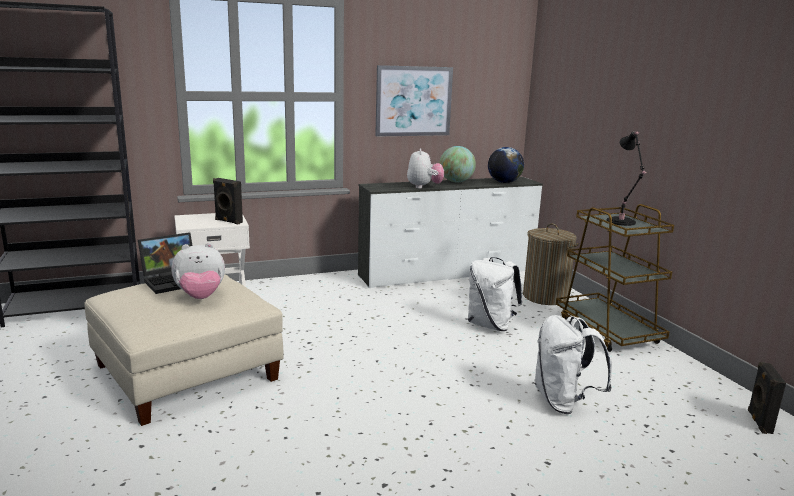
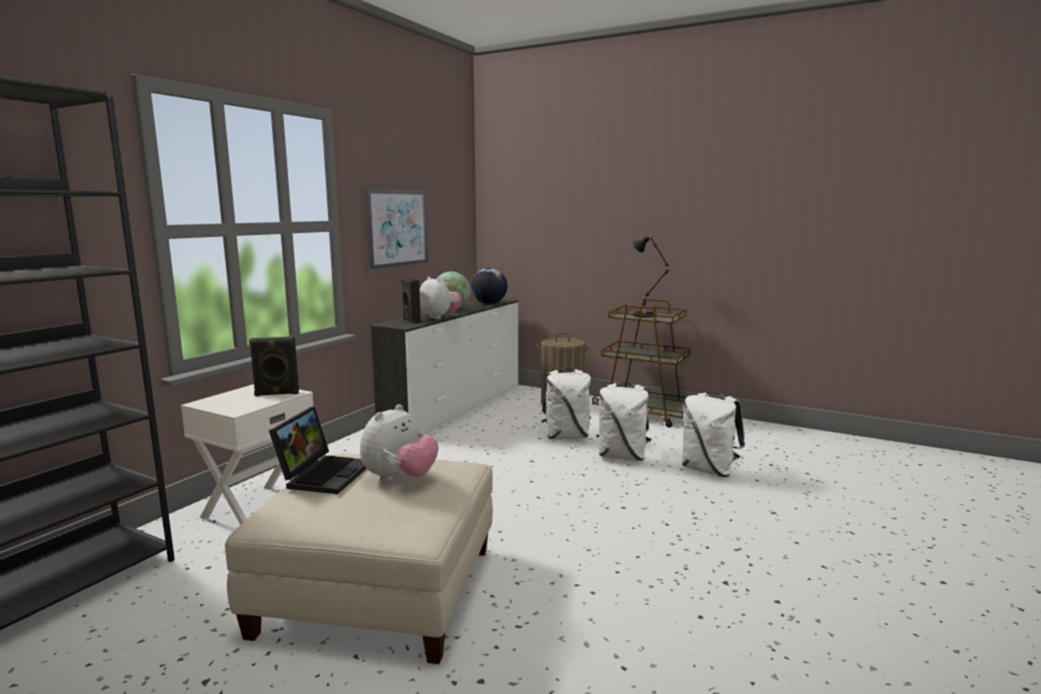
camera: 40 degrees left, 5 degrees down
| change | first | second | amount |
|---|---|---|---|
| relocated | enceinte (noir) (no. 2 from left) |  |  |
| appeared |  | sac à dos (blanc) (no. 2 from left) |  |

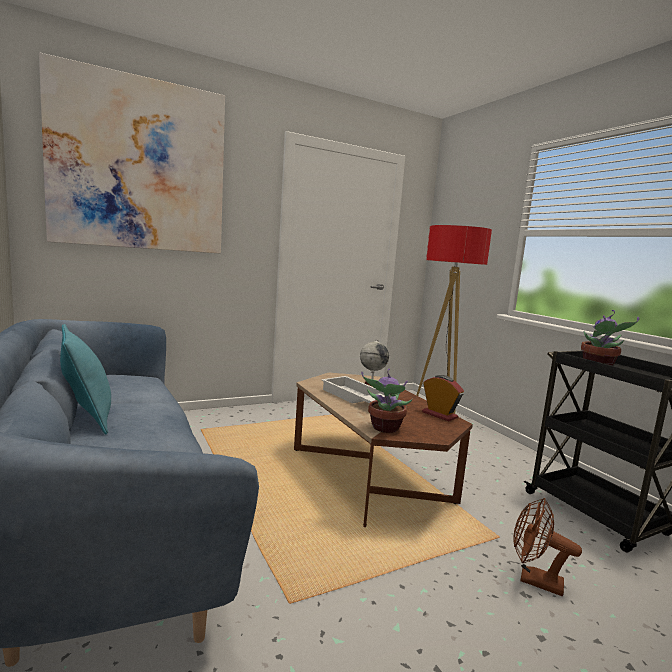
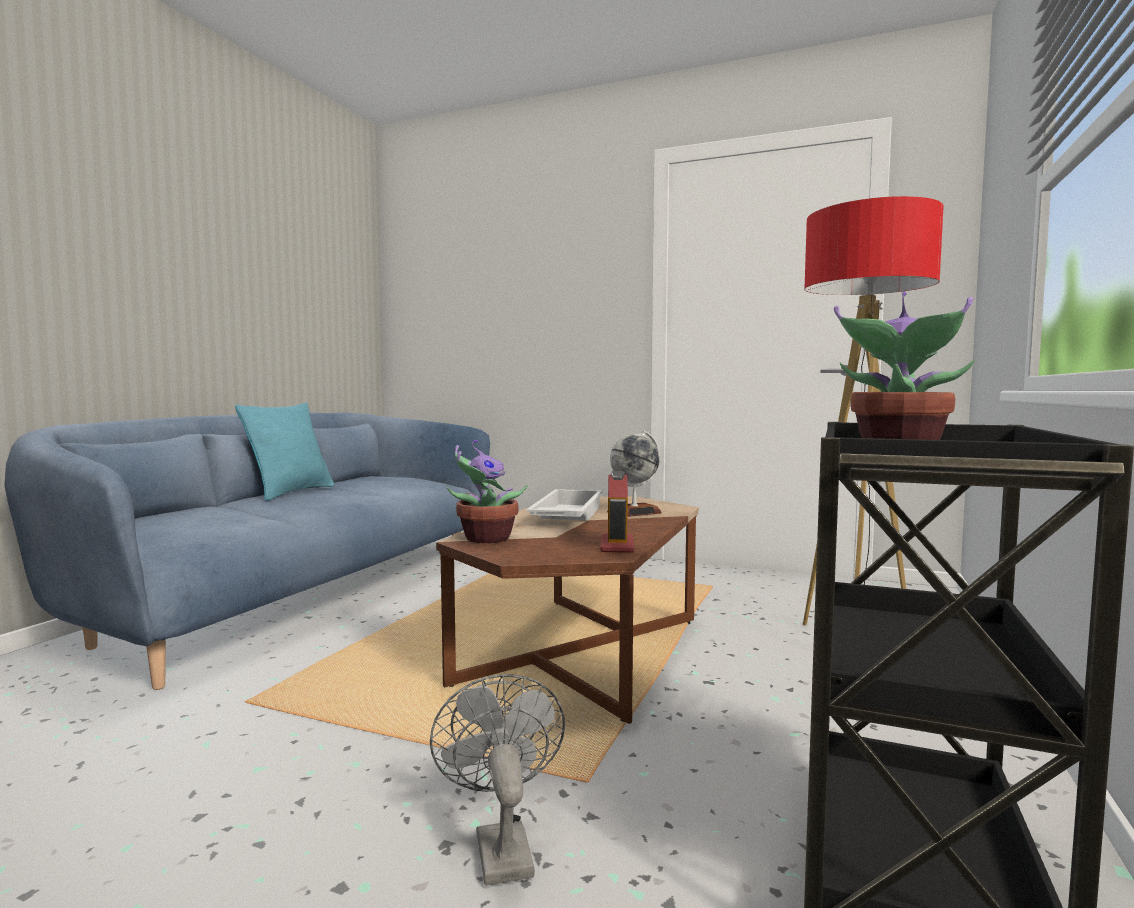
camera: 50 degrees right, 5 degrees down
| change | first | second | amount |
|---|---|---|---|
| missing | tableau |  |  |
| colour | ventilateur (marron) | ventilateur (gris) |  |

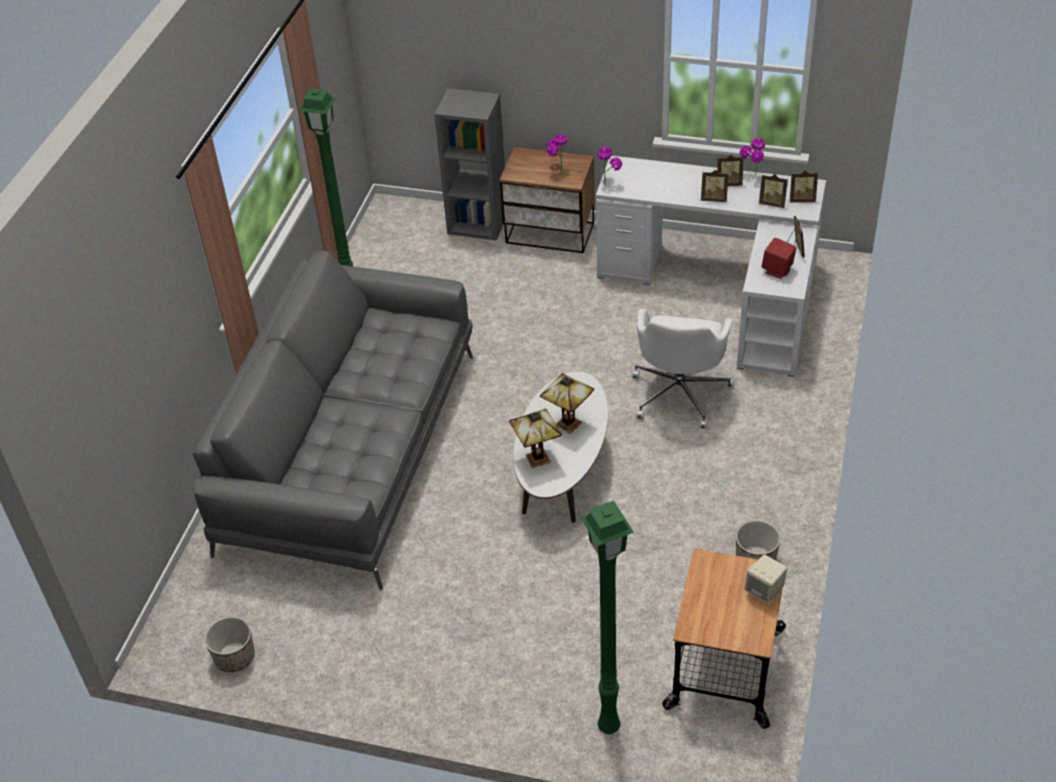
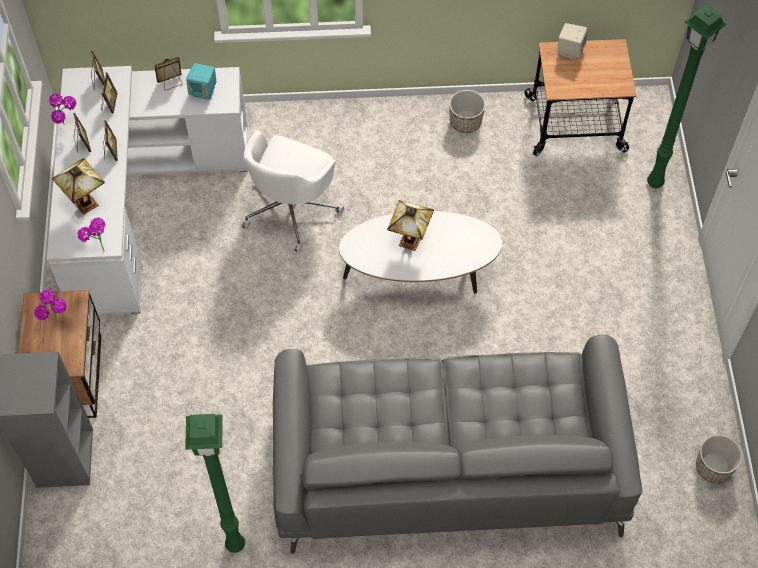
camera: 110 degrees left, 15 degrees up
| change | first | second | amount |
|---|---|---|---|
| relocated | lampe de table (no. 1 from left) |  |  |
| spun | chaise de bureau (blanc) |  | 120 degrees clockwise |
| colour | enceinte (rouge) | enceinte (turquoise) |  |

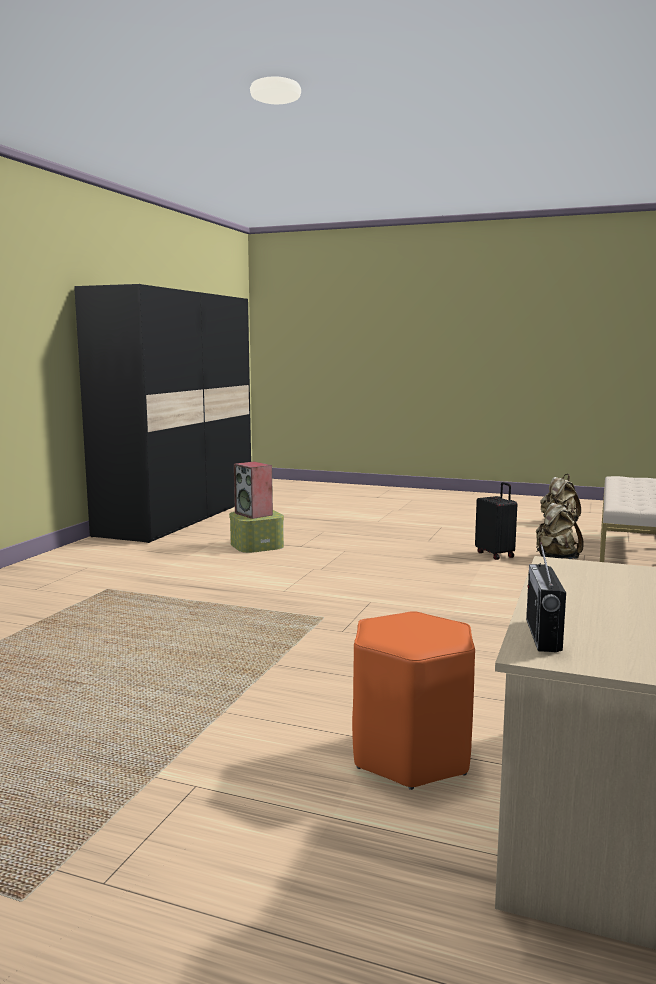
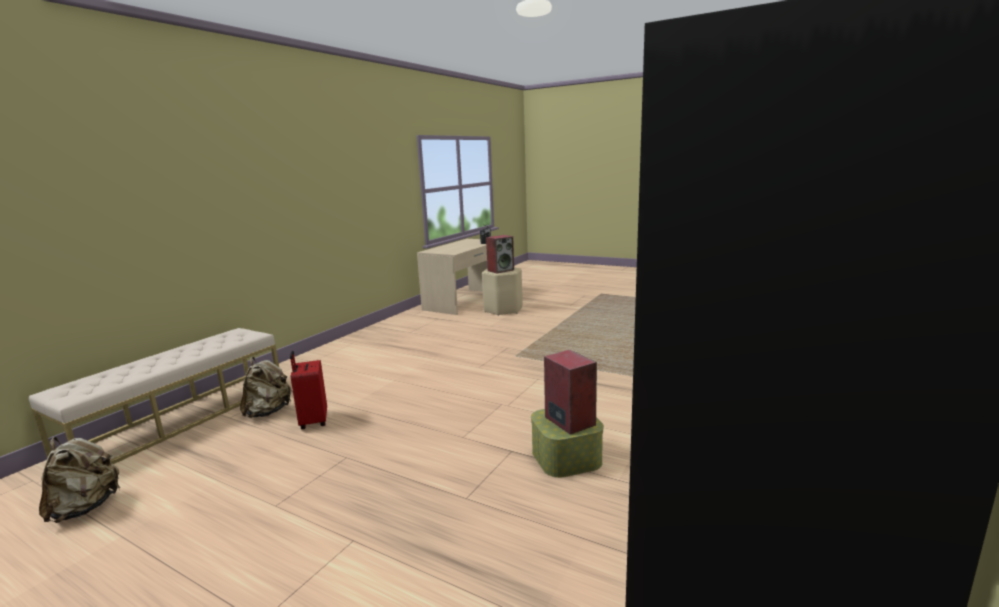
camera: 170 degrees left, 5 degrees up
| change | first | second | amount |
|---|---|---|---|
| colour | tabouret (orange) | tabouret (beige) |  |
| colour | valise (noir) | valise (rouge) |  |
| appeared |  | enceinte (no. 1 from left) |  |

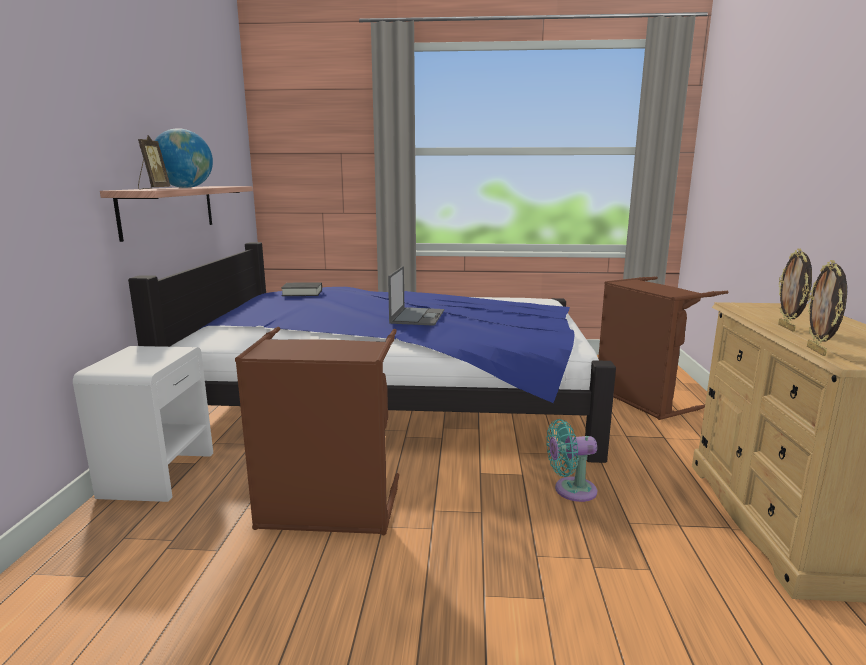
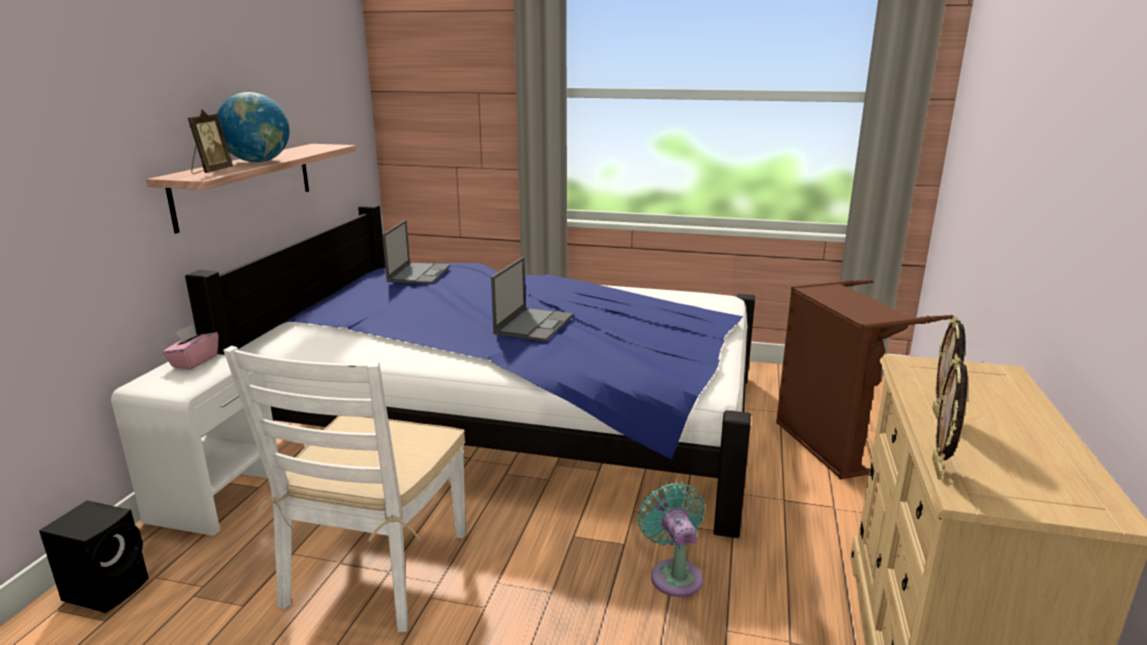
camera: 10 degrees right, 5 degrees up
| change | first | second | amount |
|---|---|---|---|
| exchanged | panier à linge (marron) (no. 1 from left) | chaise (blanc) |  |
| exchanged | livre (noir) | ordinateur portable (no. 1 from left) |  |
| spun | ventilateur (turquoise) |  | 75 degrees clockwise |
| appeared |  | enceinte (noir) |  |
| appeared |  | boîte à mouchoirs (rose) |  |

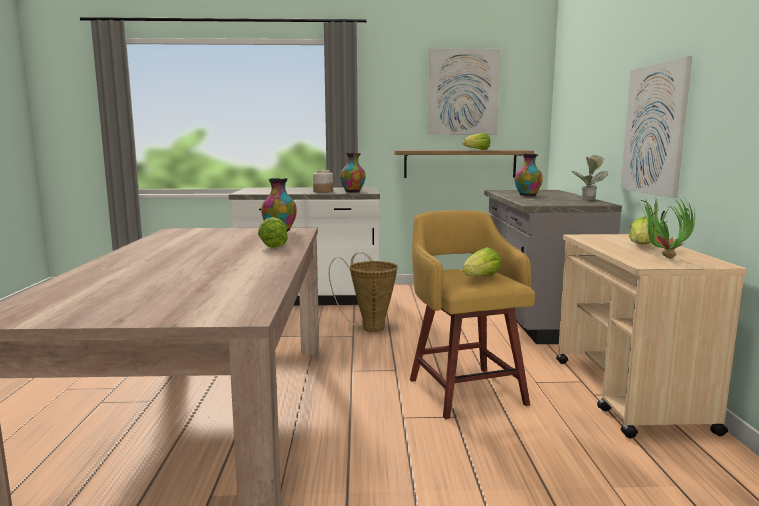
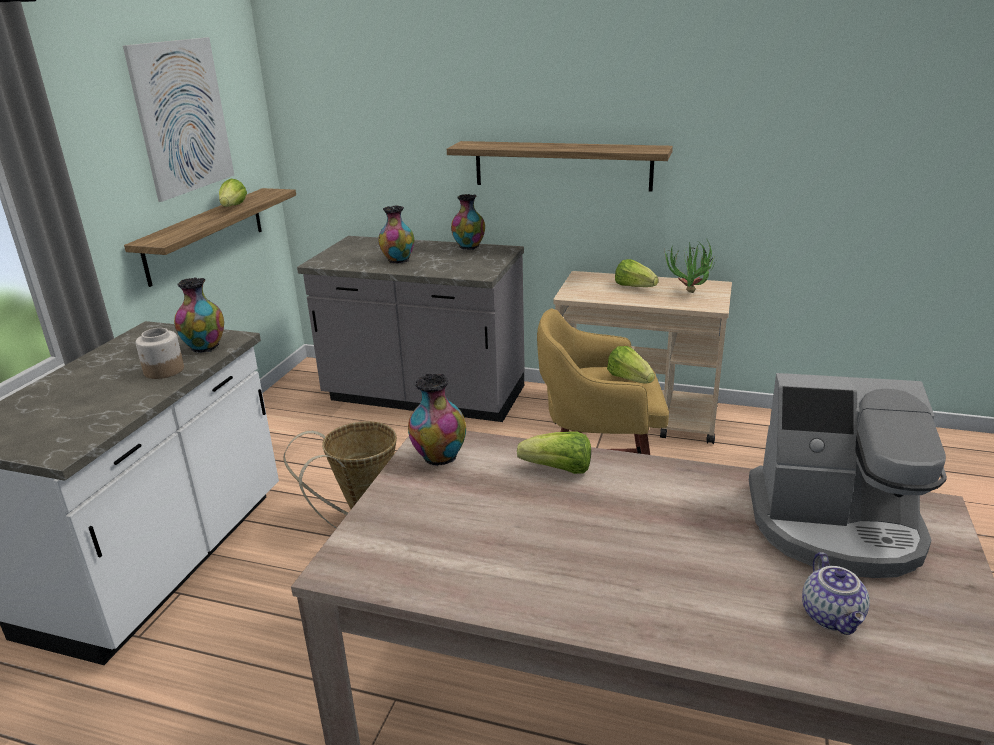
camera: 70 degrees left, 15 degrees up
| change | first | second | amount |
|---|---|---|---|
| exchanged | plante en pot (no. 1 from left) | vase (no. 4 from left) |  |
| exchanged | tableau (no. 2 from left) | étagère (no. 2 from left) |  |
| appeared |  | machine à café |  |
| appeared |  | théière |  |

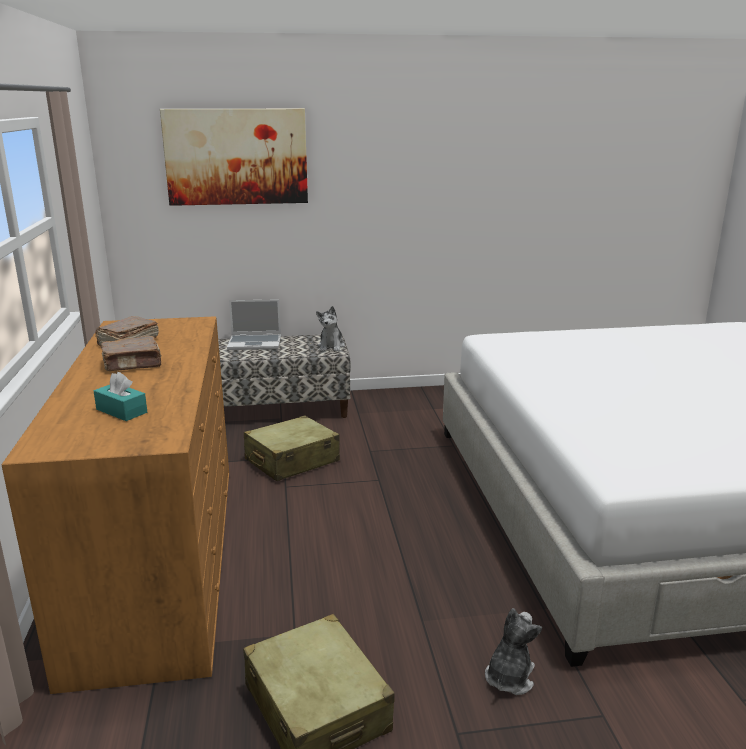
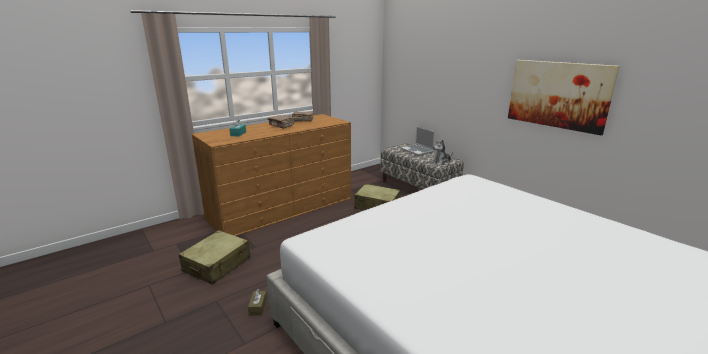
camera: 60 degrees right, 0 degrees up
| change | first | second | amount |
|---|---|---|---|
| relocated | tableau |  |  |
| exchanged | peluche (no. 2 from left) | boîte à mouchoirs (marron) |  |

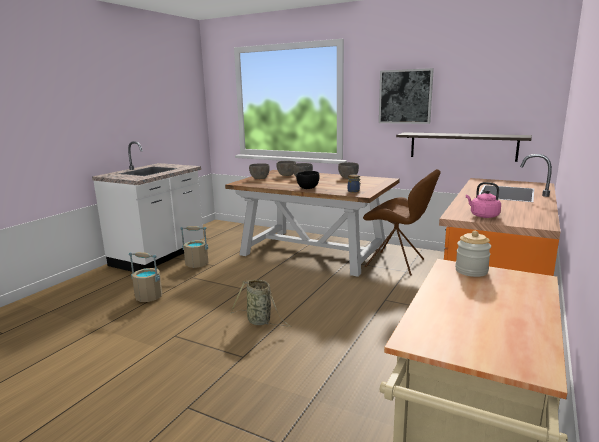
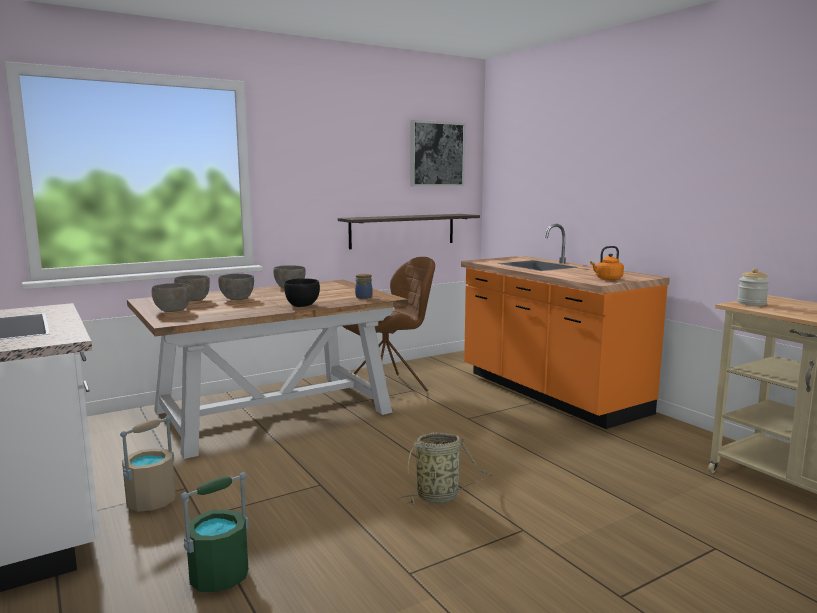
camera: 60 degrees left, 5 degrees down
| change | first | second | amount |
|---|---|---|---|
| colour | seau (beige) (no. 1 from left) | seau (vert) |  |
| relocated | tableau |  |  |
| colour | bouilloire (rose) | bouilloire (orange) |  |

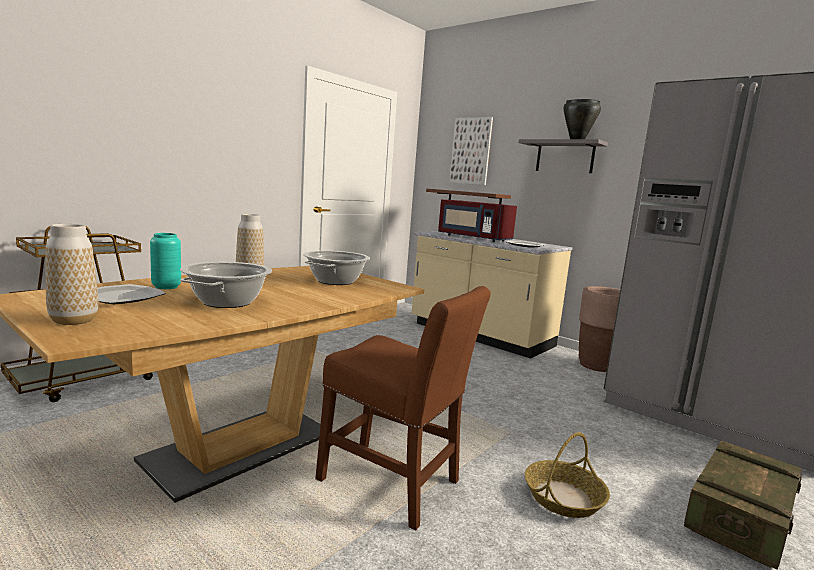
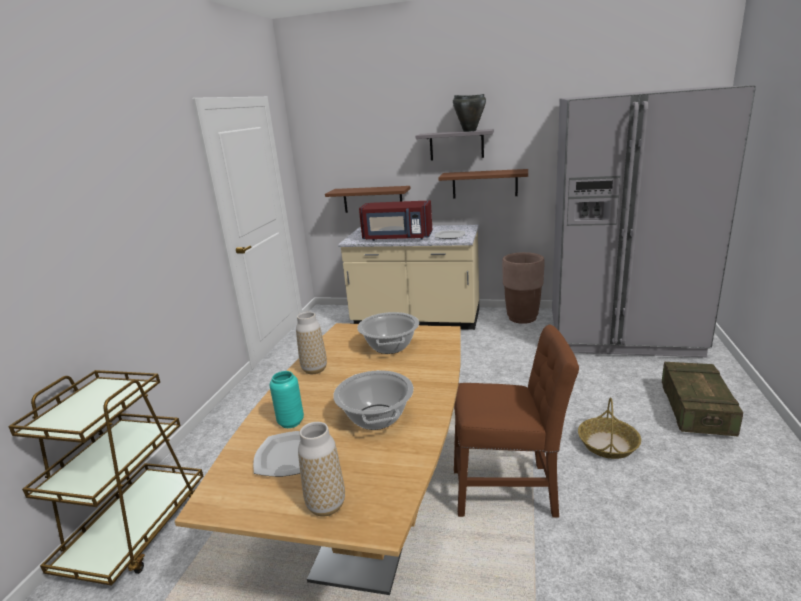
camera: 25 degrees left, 10 degrees up
| change | first | second | amount |
|---|---|---|---|
| missing | tableau |  |  |
| appeared |  | étagère (marron) (no. 2 from left) |  |

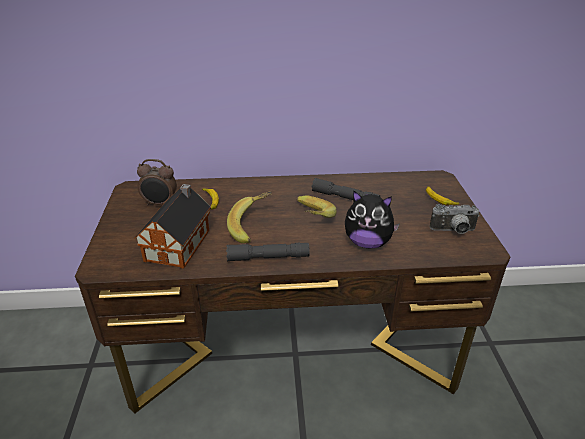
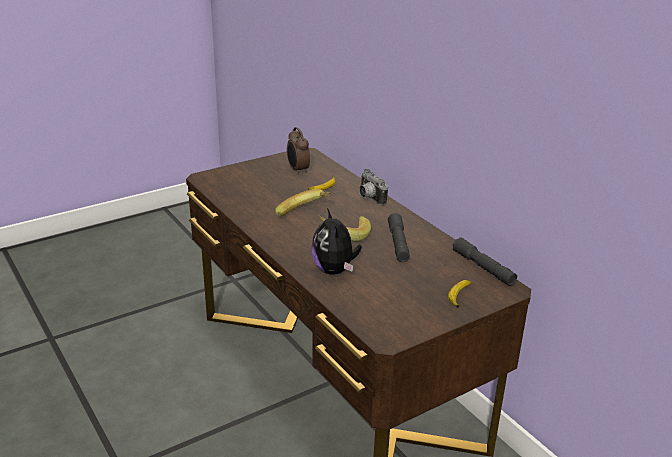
camera: 60 degrees right, 5 degrees down
| change | first | second | amount |
|---|---|---|---|
| missing | maison miniature |  |  |
| relocated | lampe de poche (gris) (no. 1 from left in the first image) | lampe de poche (gris) (no. 2 from left) |  |
| relocated | appareil photo |  |  |

